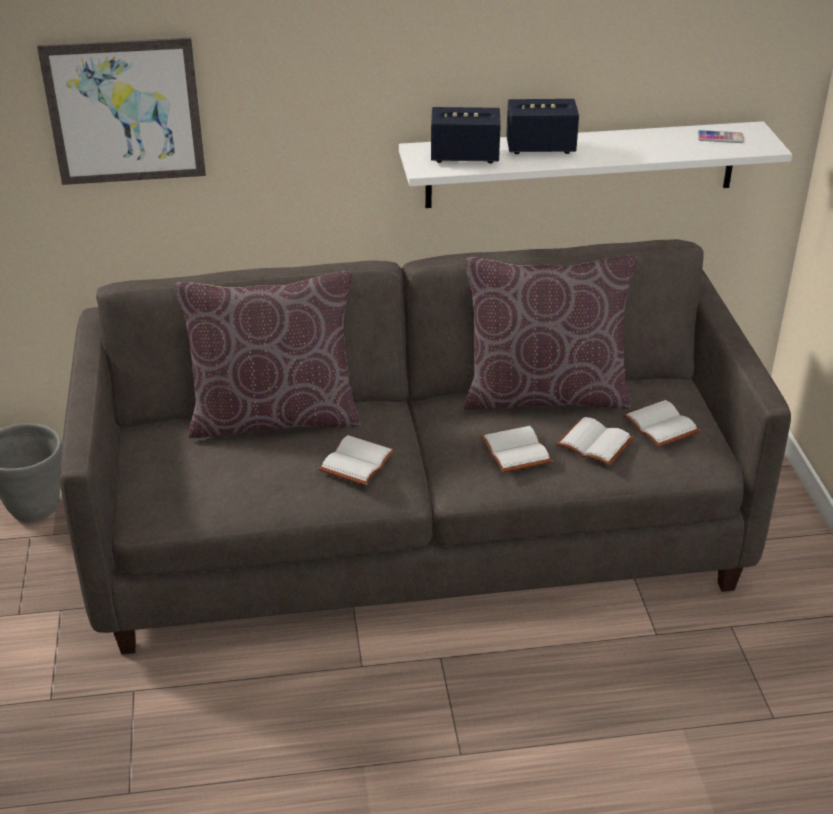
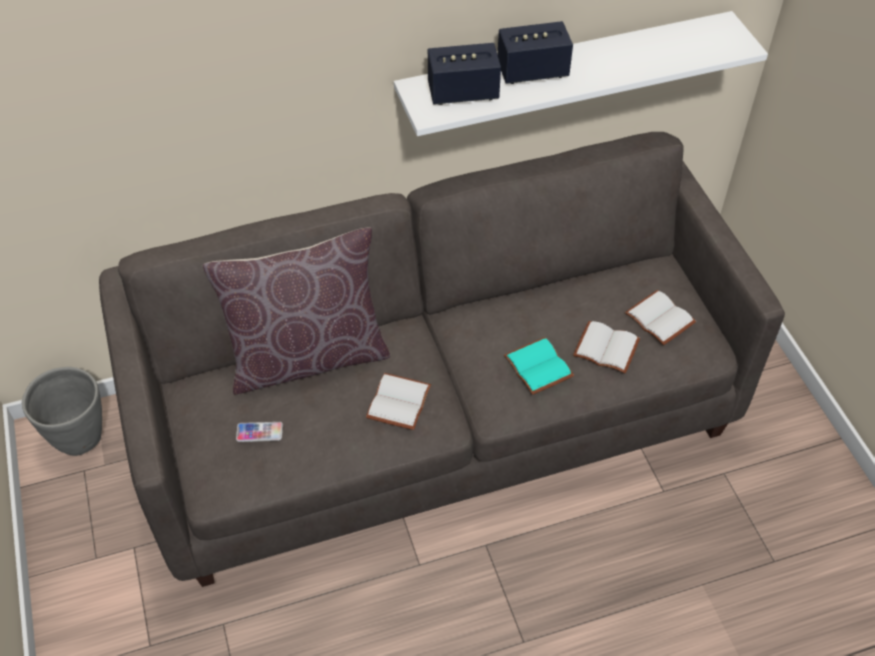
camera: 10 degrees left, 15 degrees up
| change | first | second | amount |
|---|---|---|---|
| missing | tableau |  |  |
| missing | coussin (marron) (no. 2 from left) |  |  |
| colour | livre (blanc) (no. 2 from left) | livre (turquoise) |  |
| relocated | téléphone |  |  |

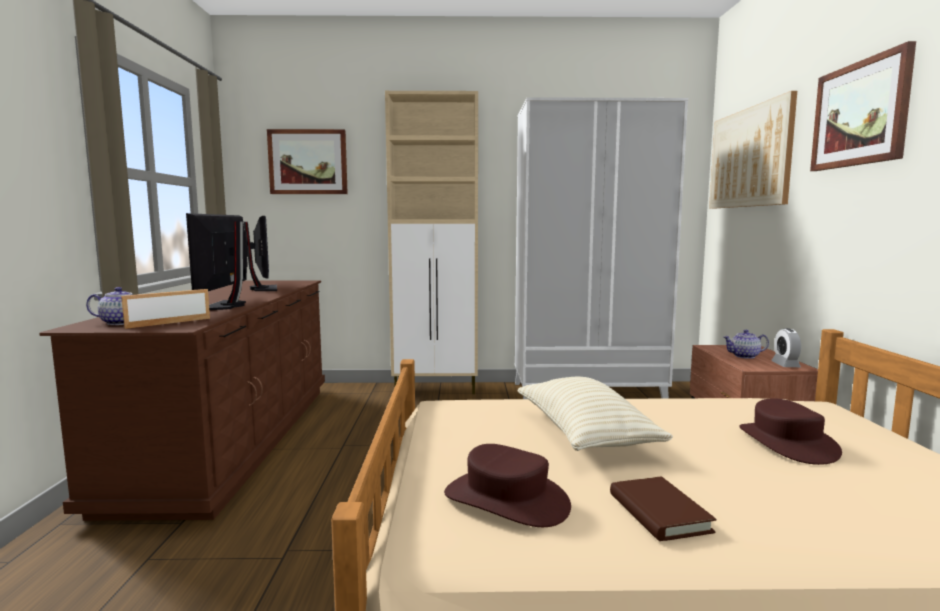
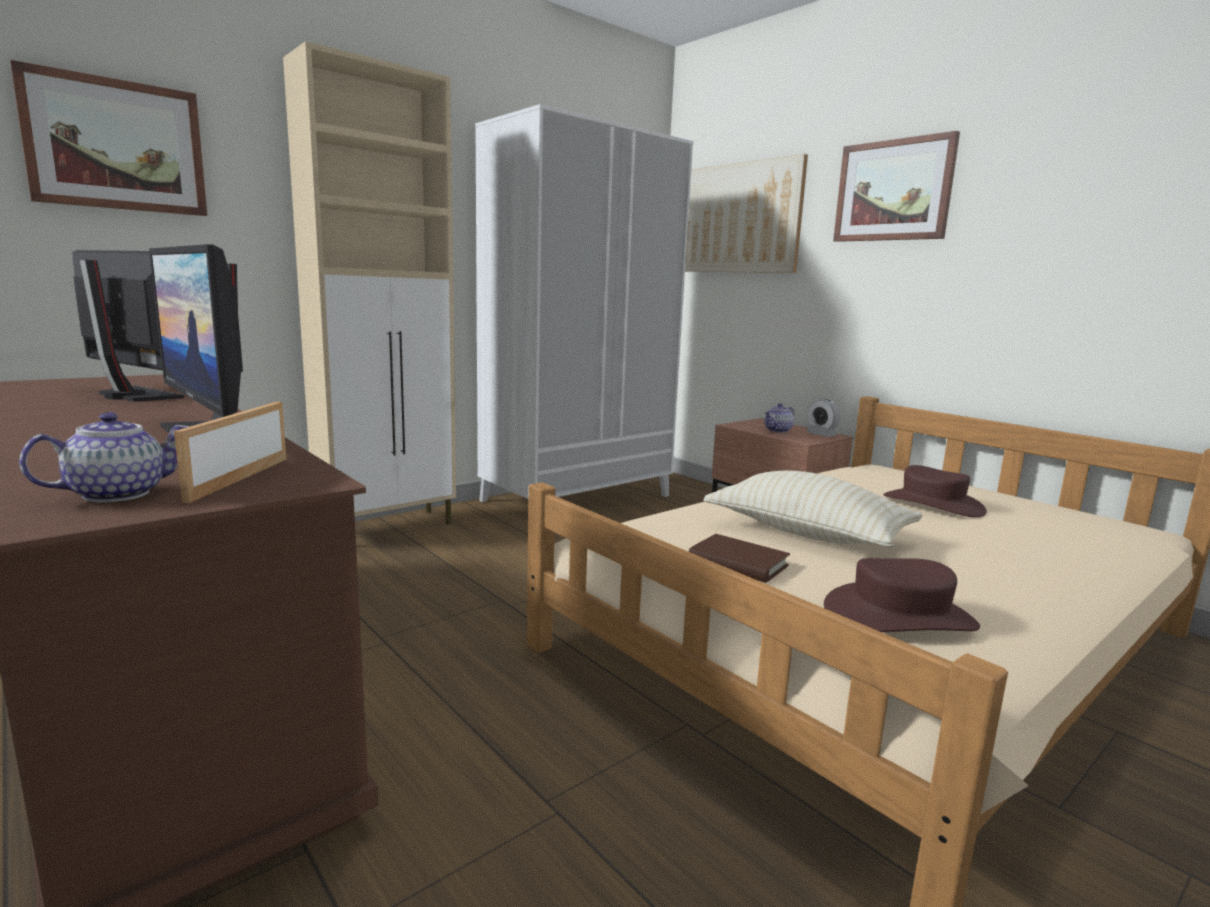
camera: 40 degrees left, 5 degrees up
| change | first | second | amount |
|---|---|---|---|
| relocated | livre (marron) |  |  |

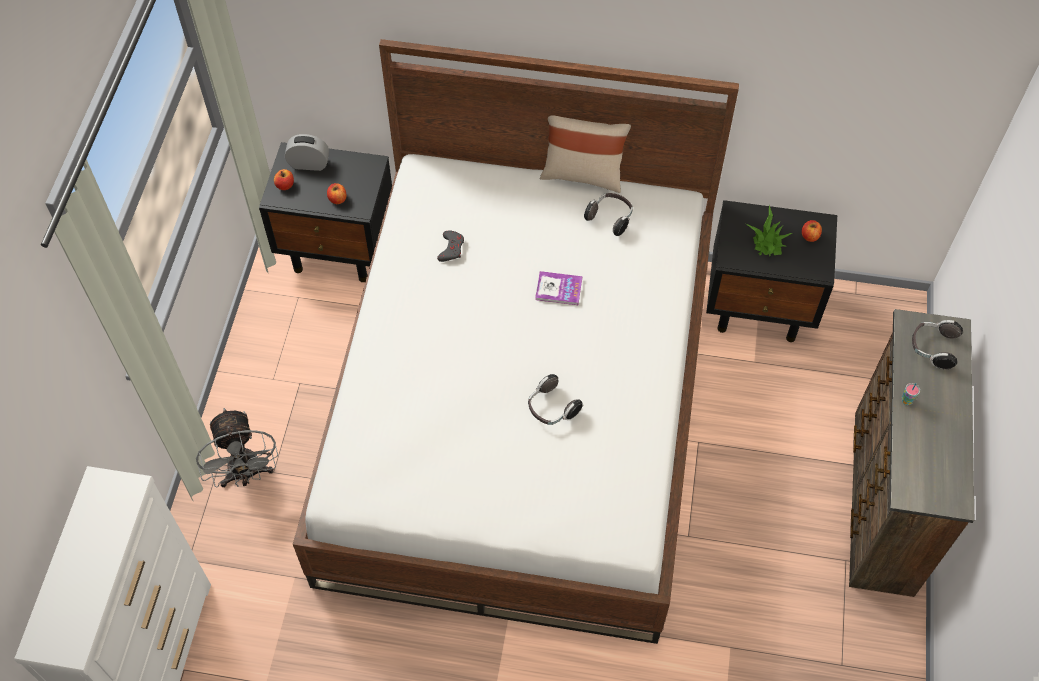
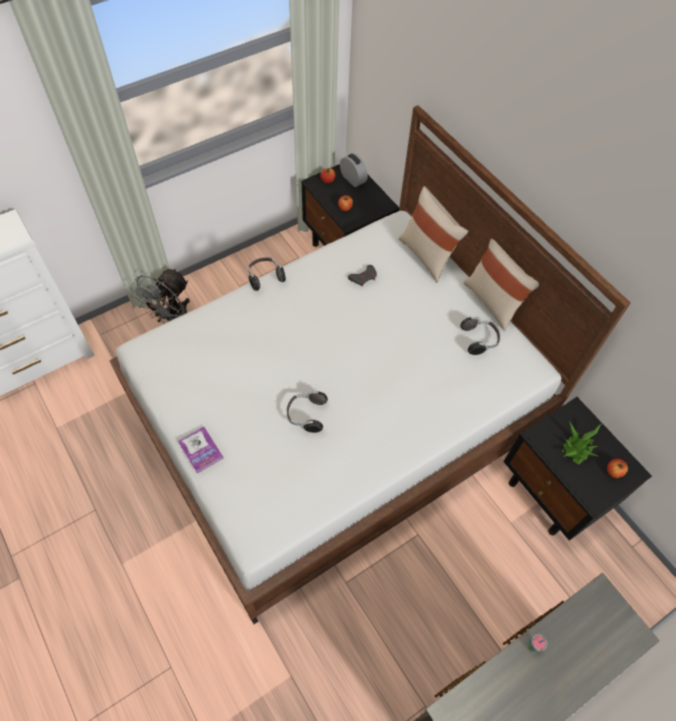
camera: 45 degrees right, 0 degrees up
| change | first | second | amount |
|---|---|---|---|
| relocated | livre |  |  |
| relocated | casque audio (no. 3 from left in the first image) | casque audio (no. 1 from left) |  |
| appeared |  | coussin (beige) (no. 1 from left) |  |

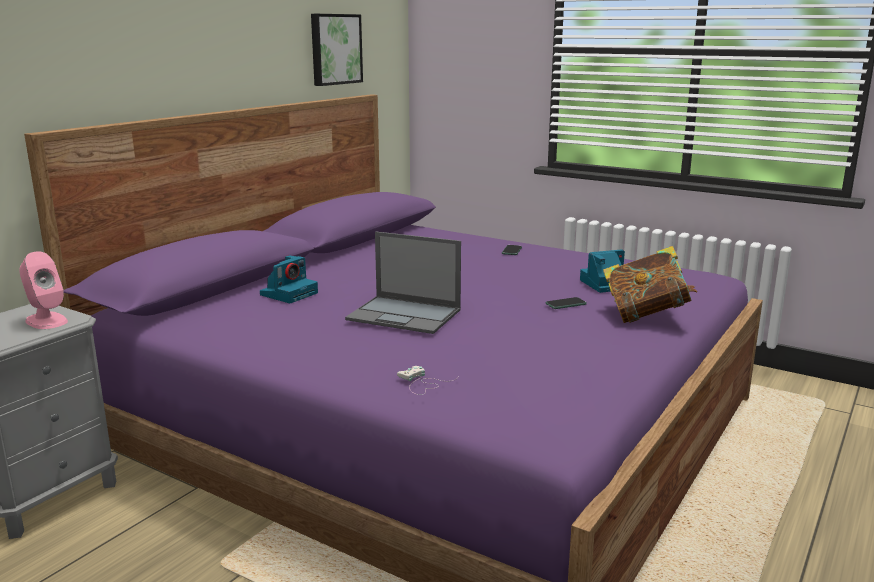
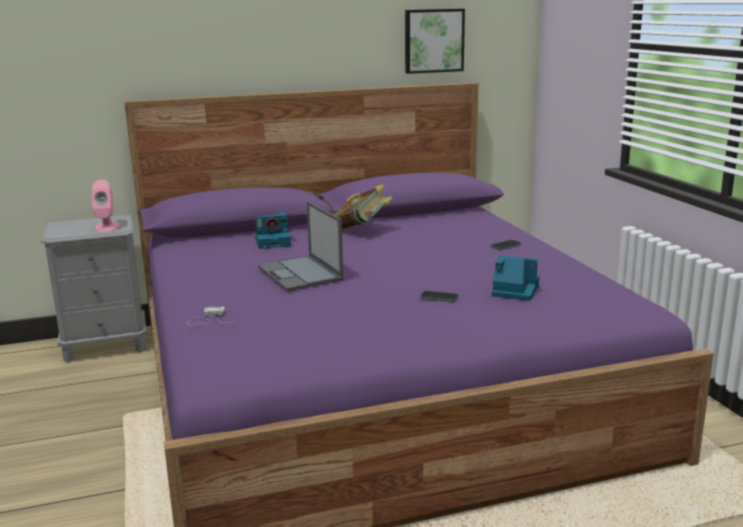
camera: 40 degrees right, 0 degrees up
| change | first | second | amount |
|---|---|---|---|
| relocated | livre |  |  |

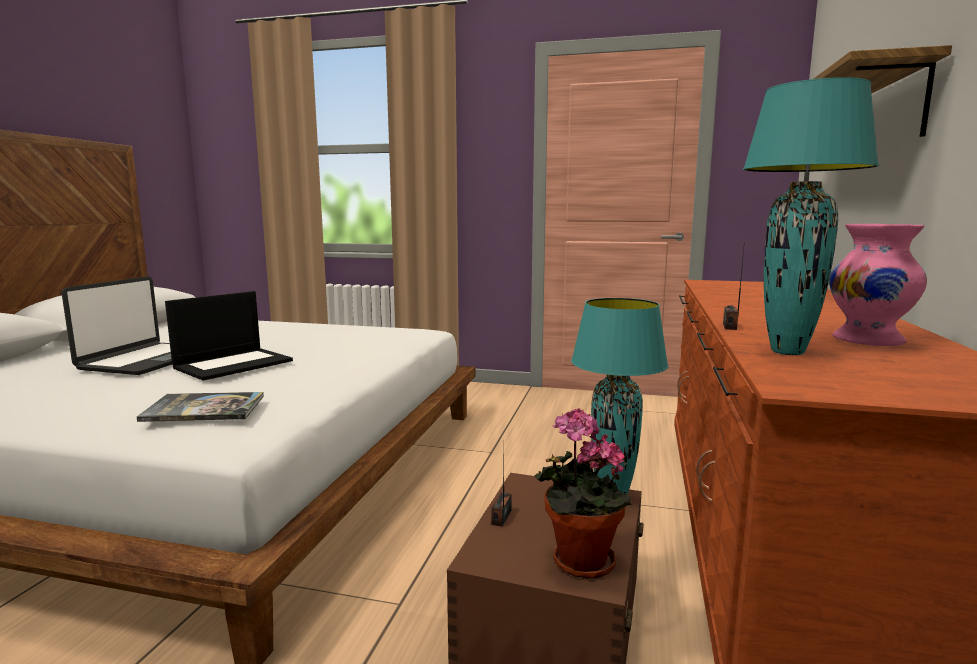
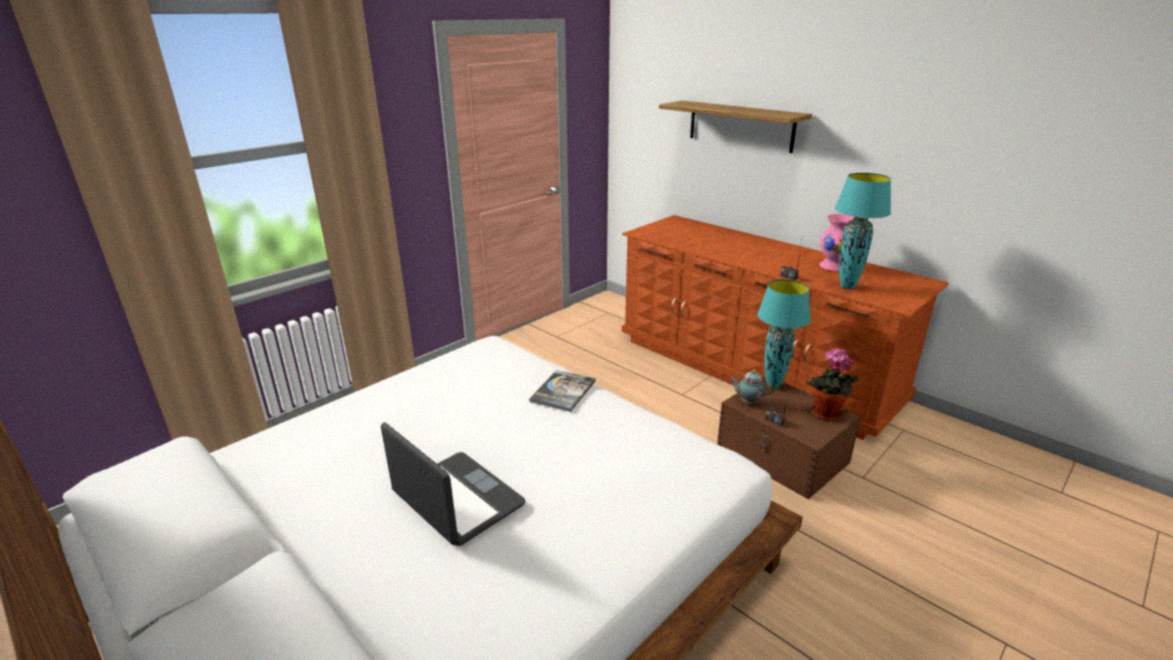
camera: 60 degrees left, 15 degrees up
| change | first | second | amount |
|---|---|---|---|
| relocated | livre |  |  |
| missing | ordinateur portable (no. 2 from left) |  |  |
| appeared |  | théière |  |

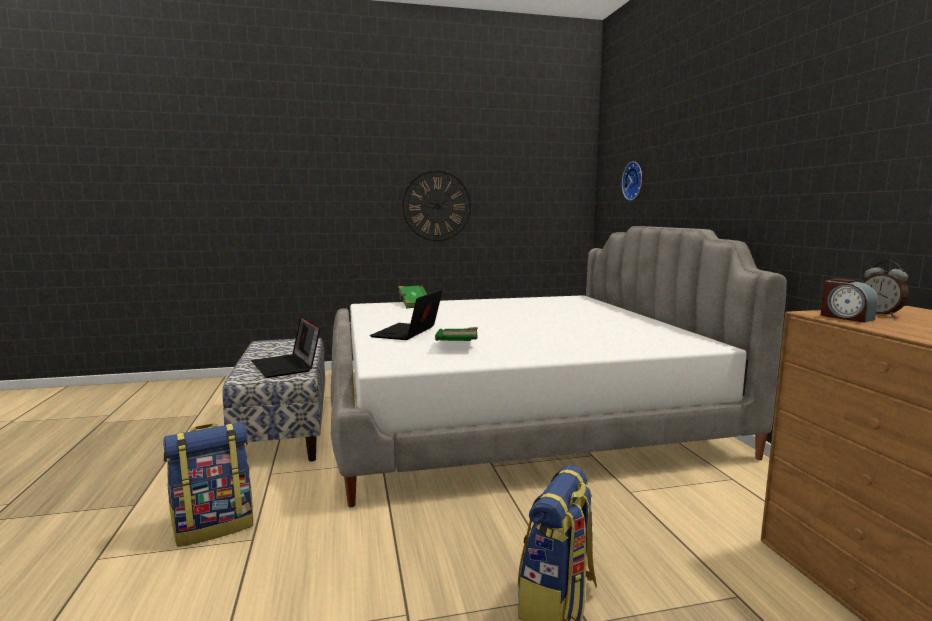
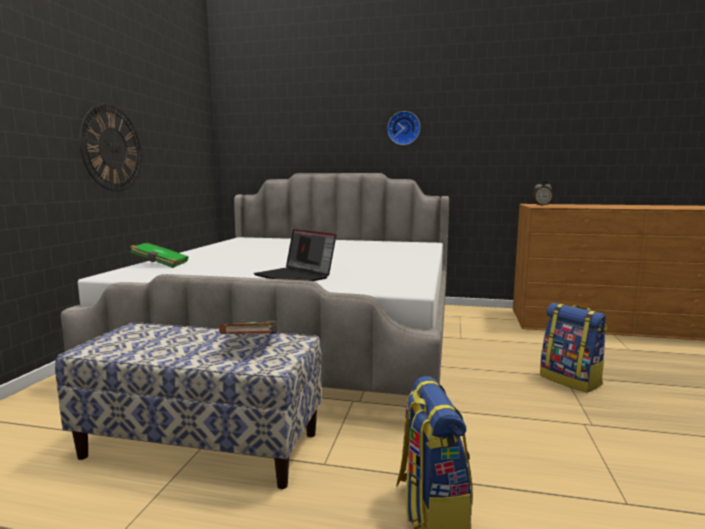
camera: 65 degrees left, 0 degrees up
| change | first | second | amount |
|---|---|---|---|
| exchanged | ordinateur portable (no. 1 from left) | livre (marron) |  |
| missing | livre (vert) (no. 2 from left) |  |  |
| relocated | horloge murale (no. 2 from left) |  |  |
| missing | réveil (no. 1 from left) |  |  |

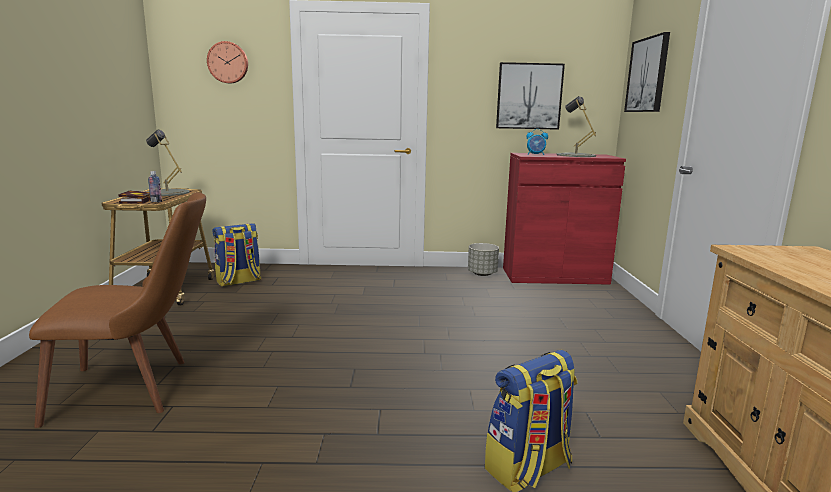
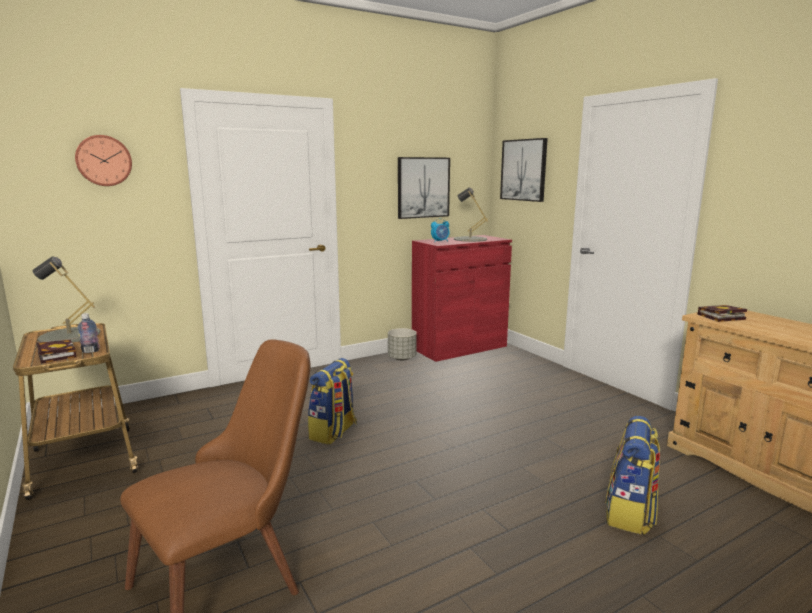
camera: 30 degrees left, 0 degrees up
| change | first | second | amount |
|---|---|---|---|
| relocated | sac à dos (no. 1 from left) |  |  |
| appeared |  | livre (no. 2 from left) |  |

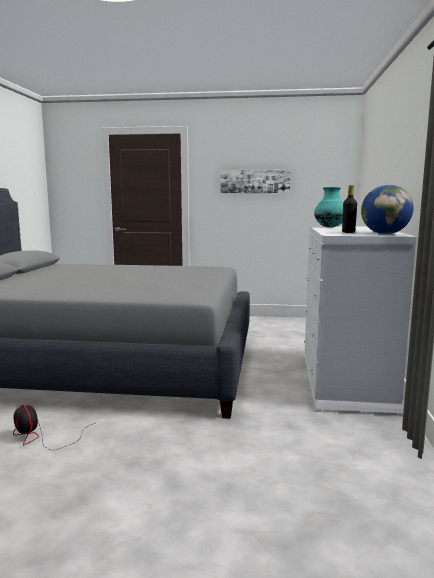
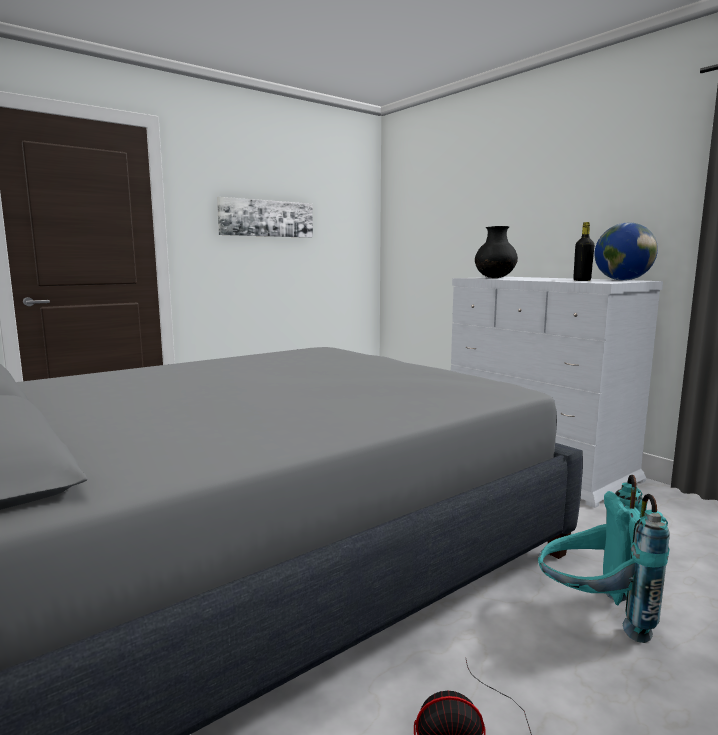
camera: 45 degrees left, 0 degrees up
| change | first | second | amount |
|---|---|---|---|
| colour | vase (turquoise) | vase (noir) |  |
| appeared |  | sac à dos (turquoise) |  |

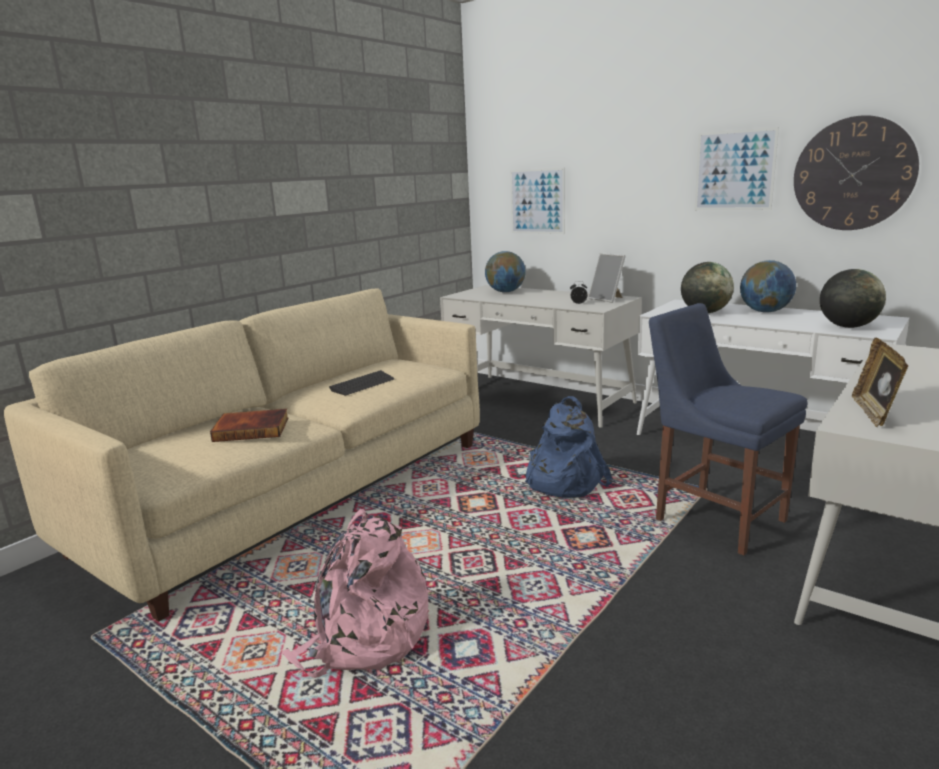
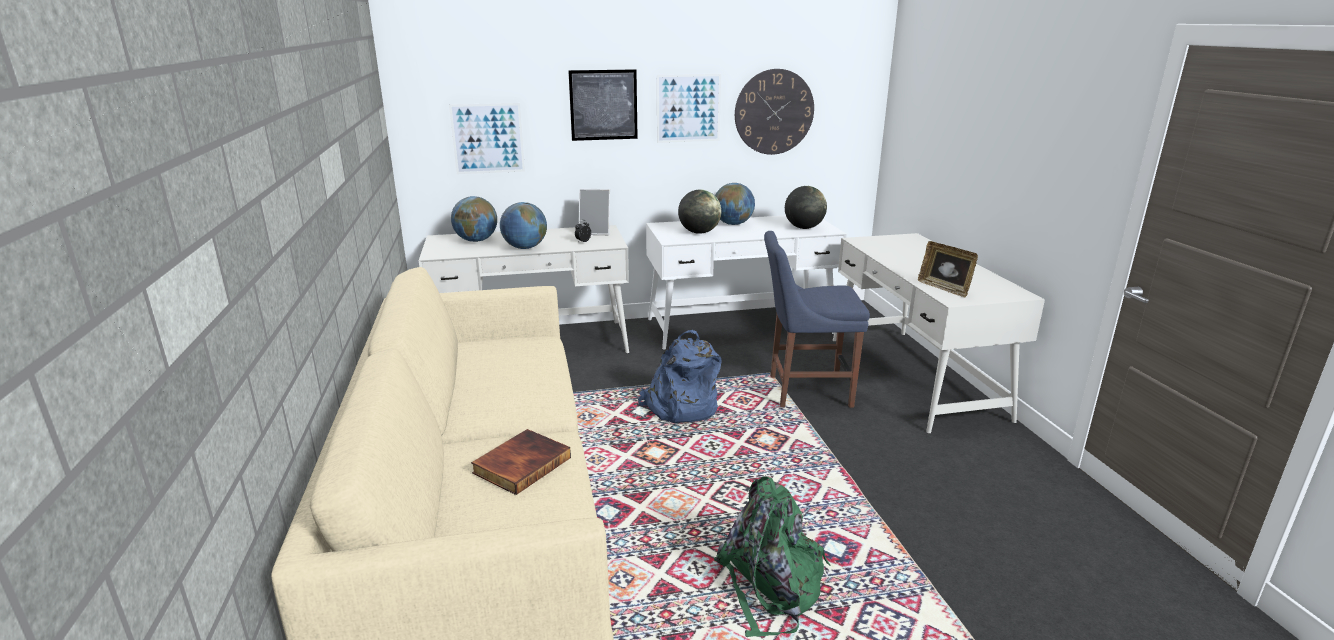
camera: 50 degrees left, 5 degrees up
| change | first | second | amount |
|---|---|---|---|
| colour | sac à dos (rose) | sac à dos (vert) |  |
| missing | clavier |  |  |
| appeared |  | globe (no. 2 from left) |  |
| appeared |  | tableau (no. 2 from left) |  |

